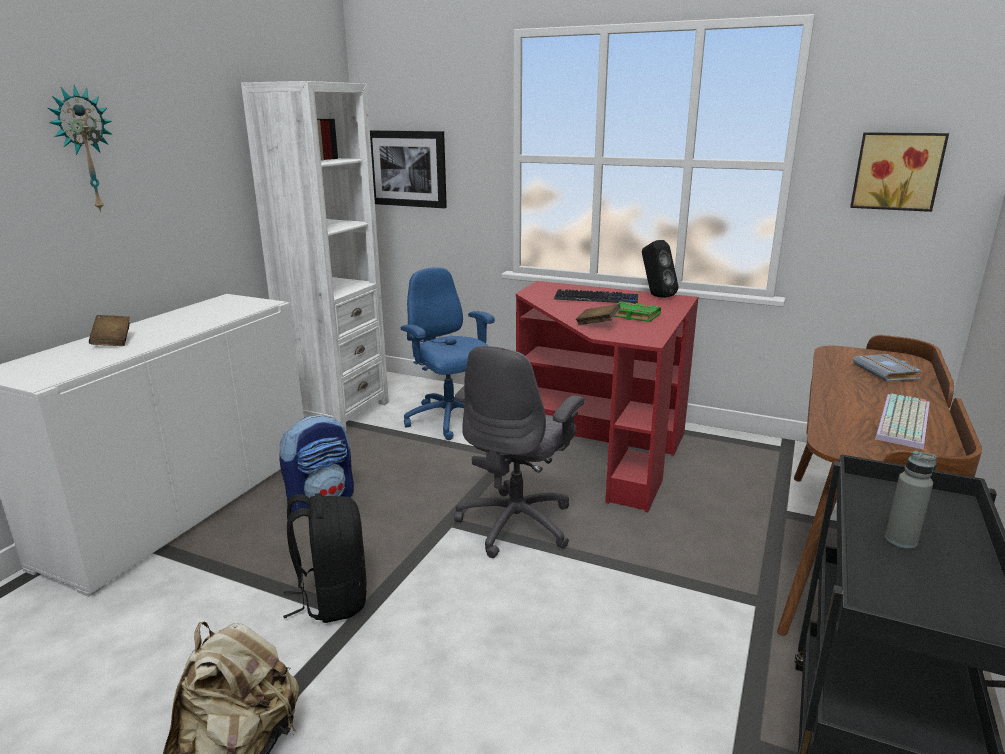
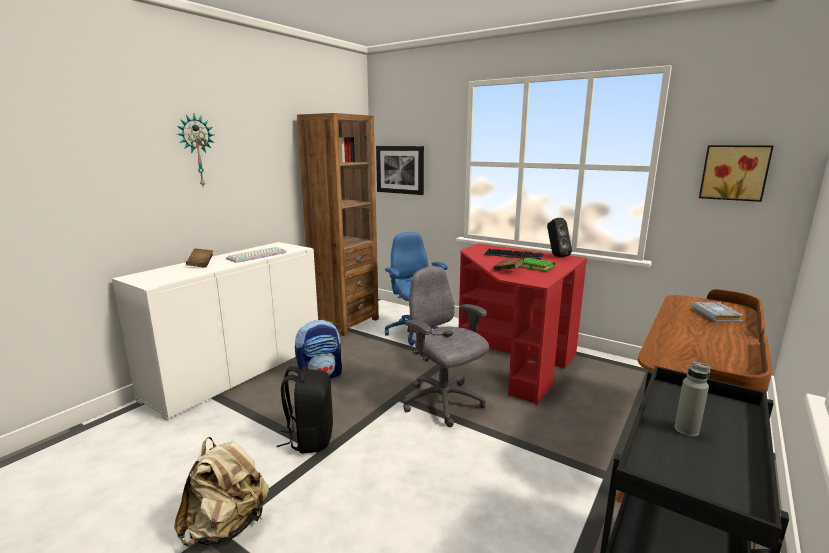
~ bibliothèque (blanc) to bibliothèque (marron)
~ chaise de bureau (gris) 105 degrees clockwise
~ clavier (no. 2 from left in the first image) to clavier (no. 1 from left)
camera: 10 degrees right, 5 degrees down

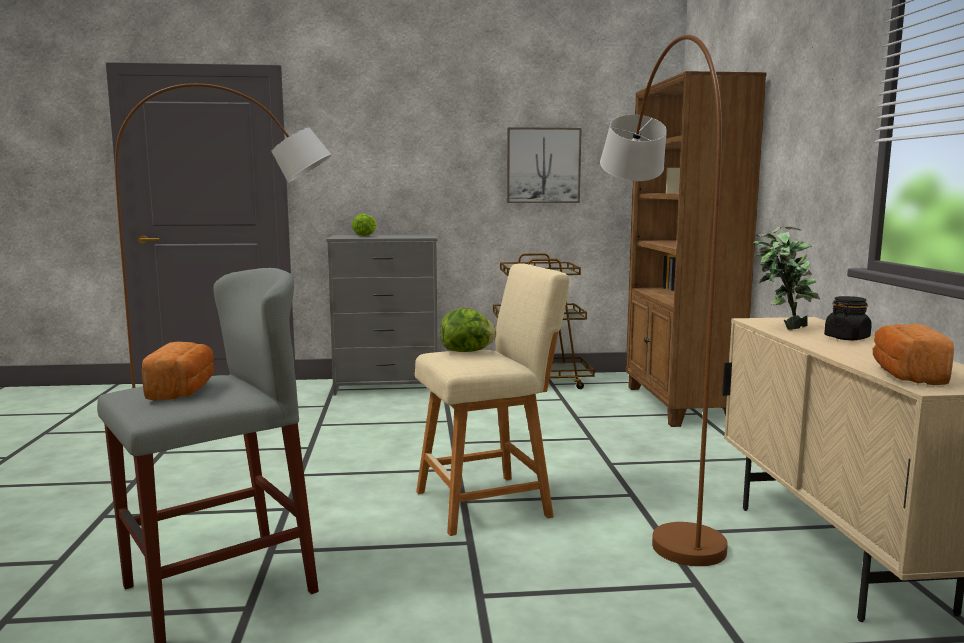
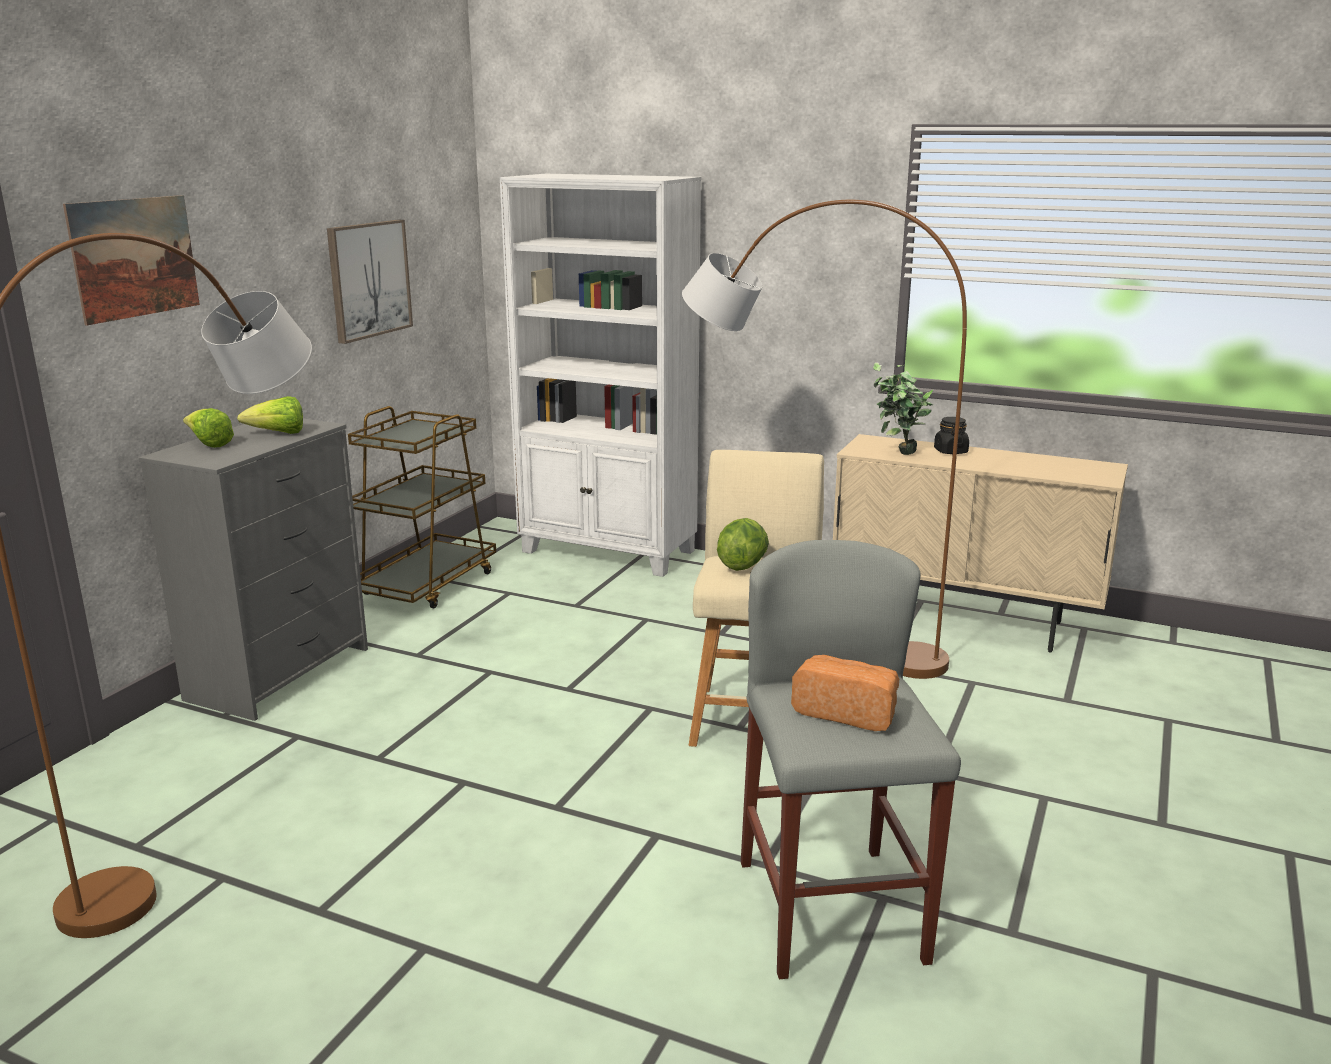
~ bibliothèque (marron) to bibliothèque (blanc)
- pain (no. 2 from left)
+ tableau (no. 1 from left)
+ laitue (no. 2 from left)
camera: 60 degrees left, 10 degrees up

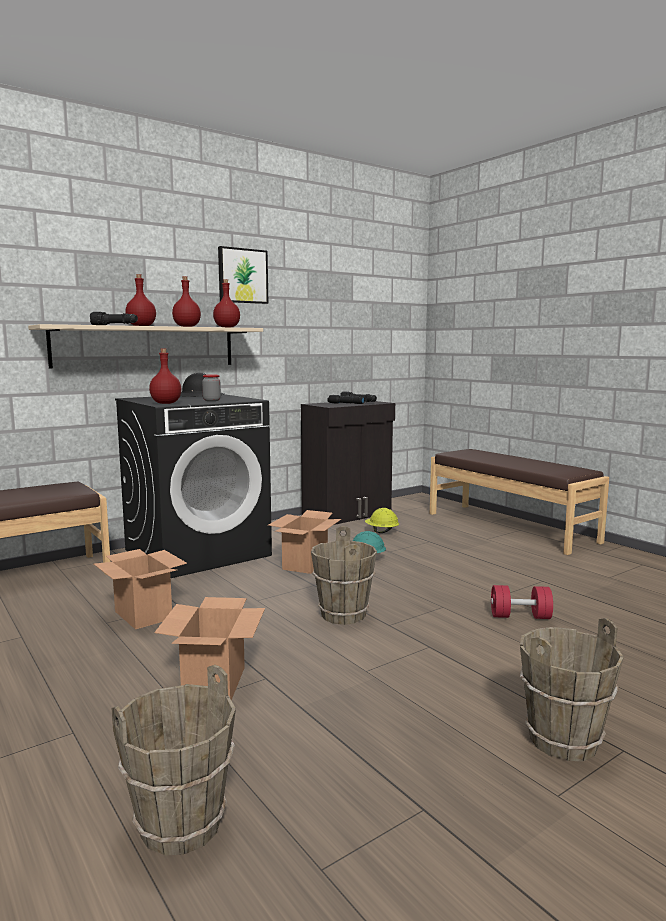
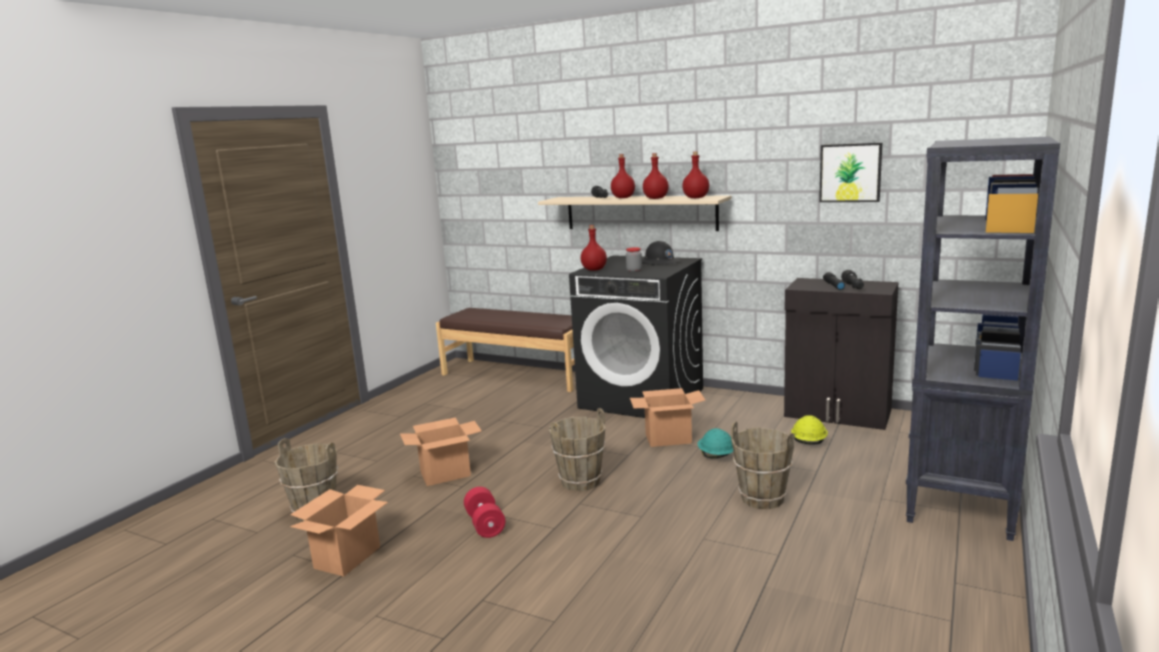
~ carton (no. 1 from left)
~ tableau
~ banc (marron) (no. 2 from left) to bibliothèque (noir)
~ haltère (rouge)
~ seau (marron) (no. 3 from left)
camera: 65 degrees right, 5 degrees up

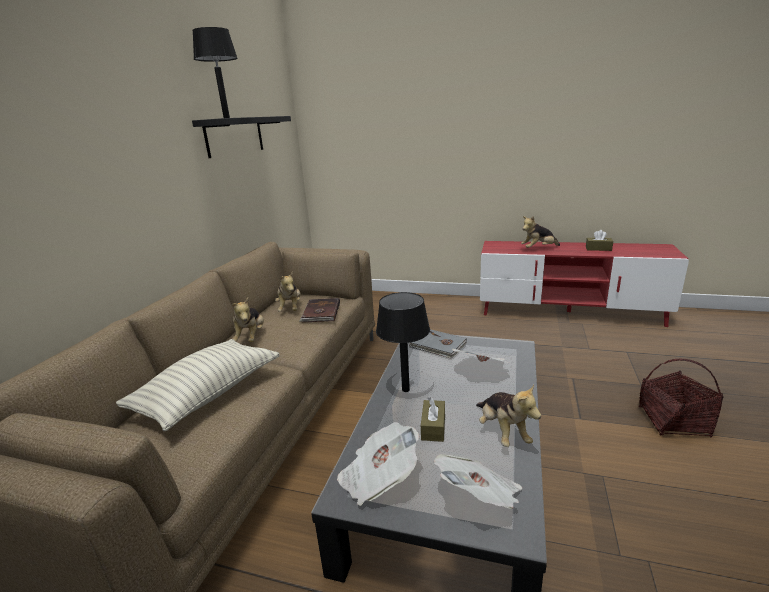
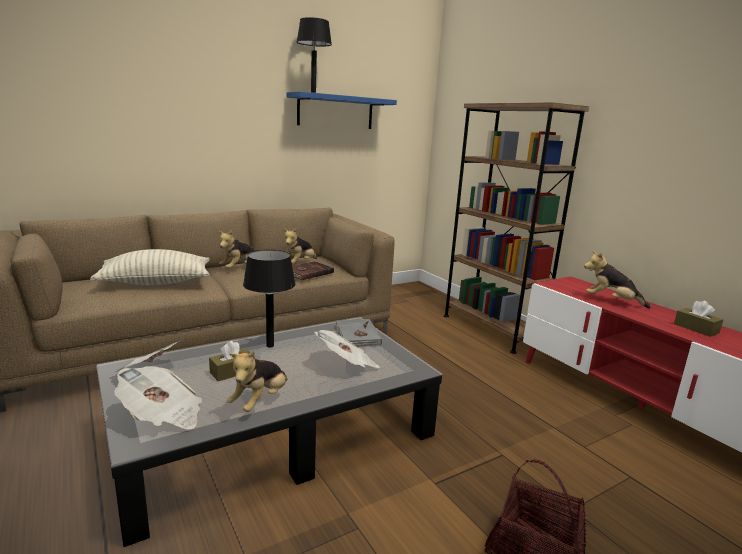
~ étagère (noir) to étagère (bleu)
+ bibliothèque (marron)
camera: 40 degrees right, 5 degrees down

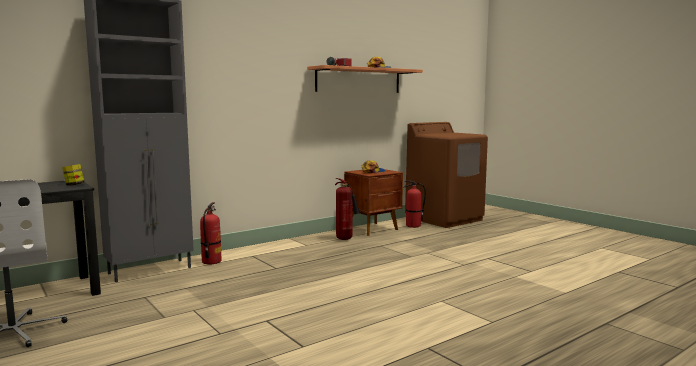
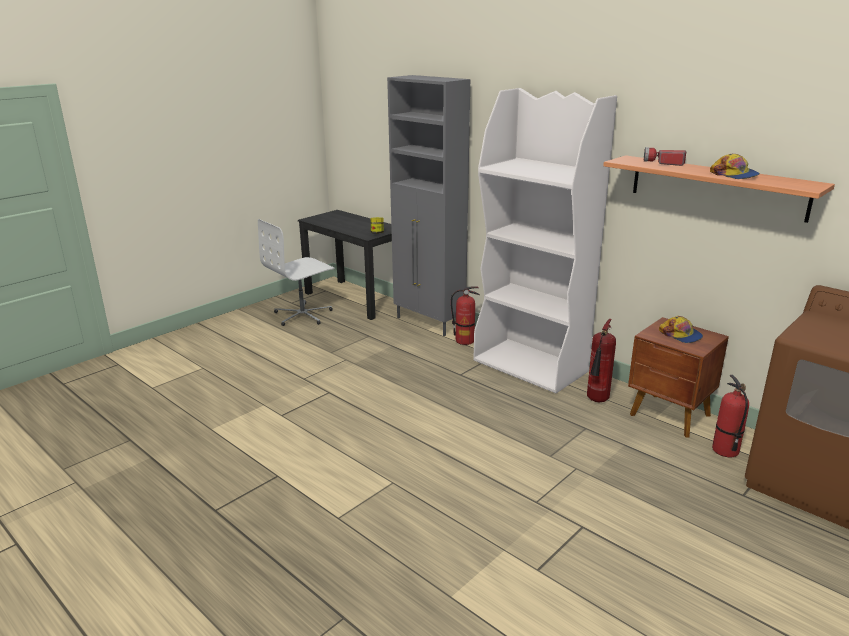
+ bibliothèque (blanc)
camera: 80 degrees right, 15 degrees up

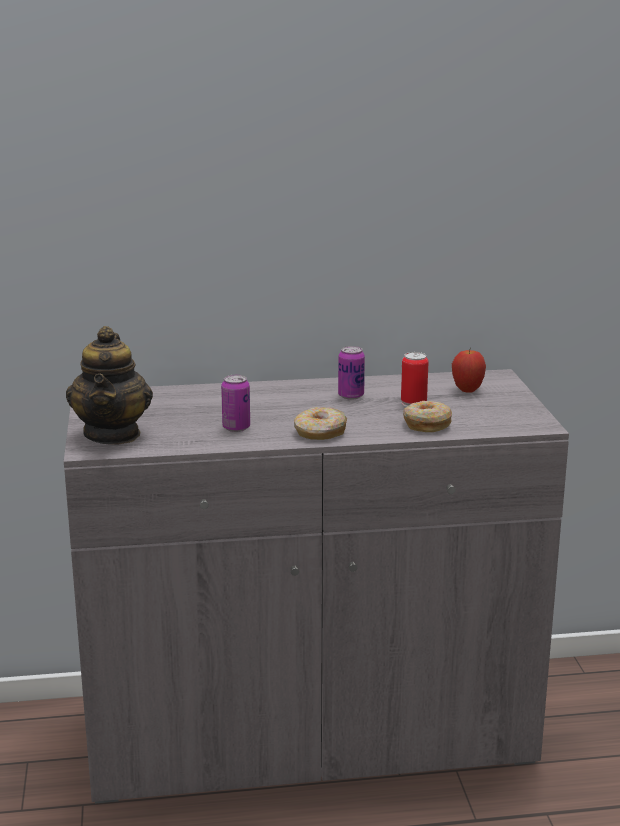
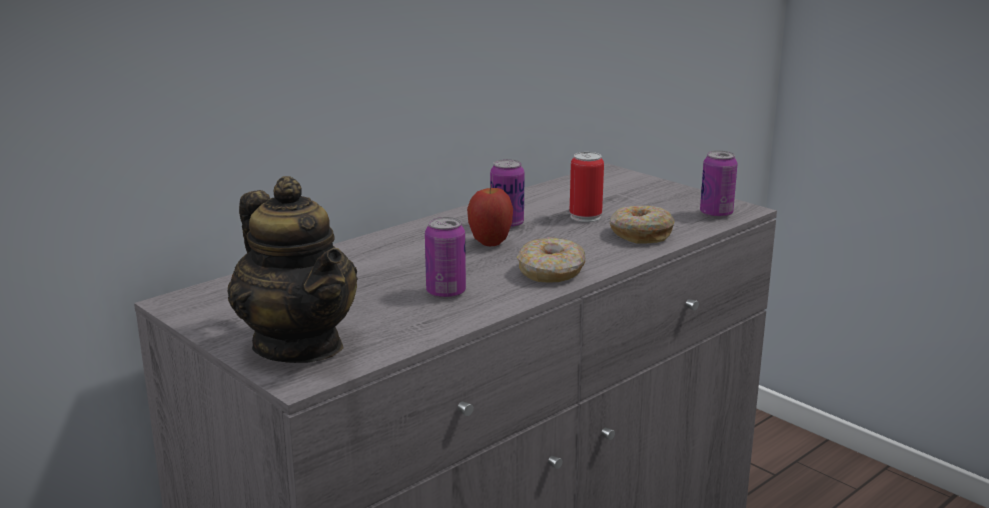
~ pomme
+ boîte métallique (no. 4 from left)
camera: 35 degrees left, 0 degrees up

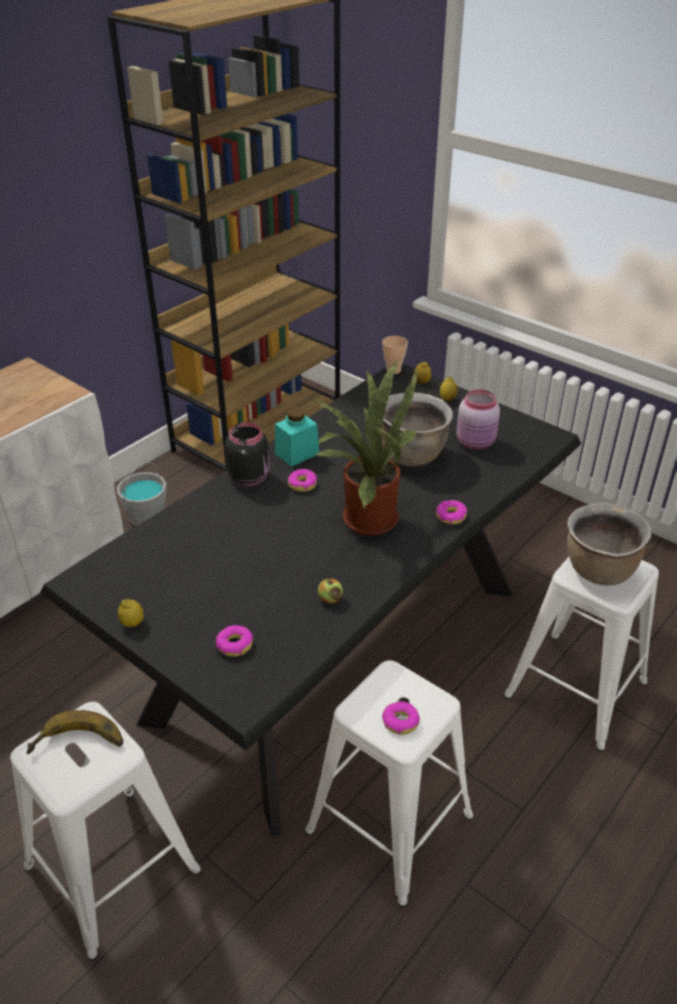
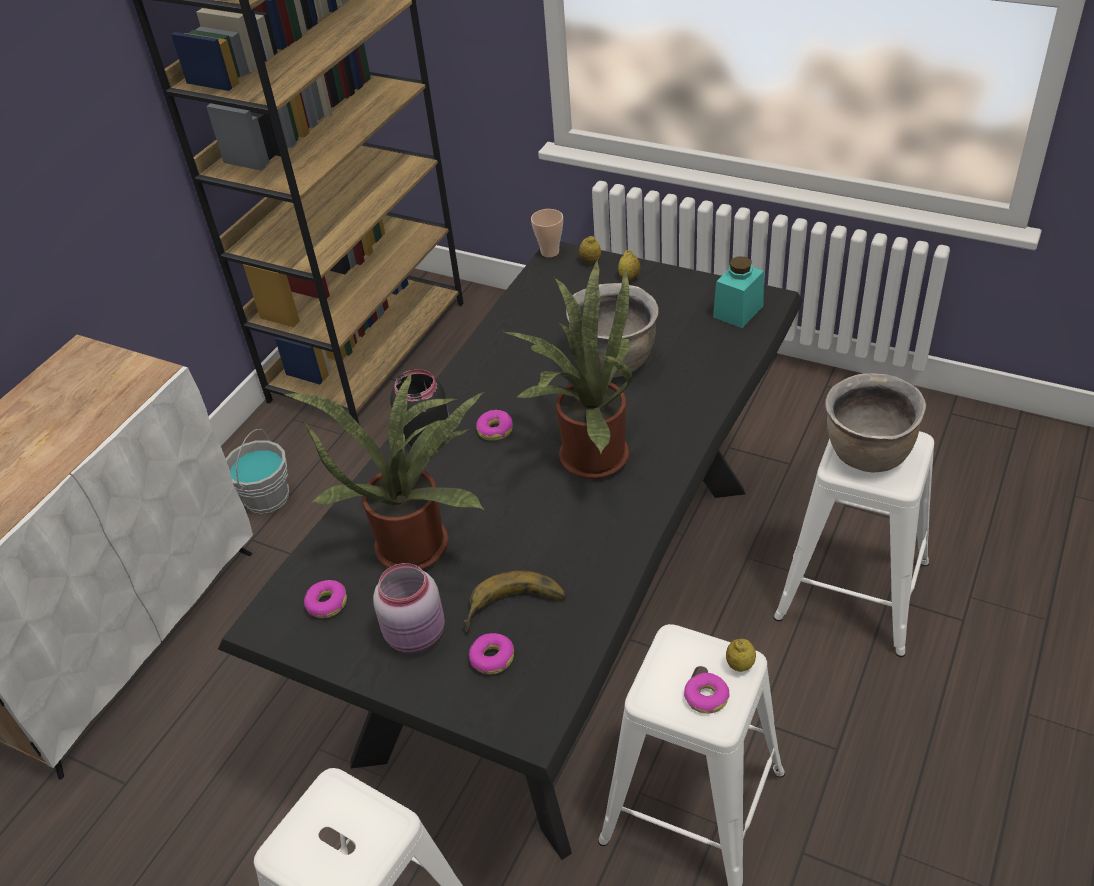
~ banane
~ citron (no. 1 from left in the first image) to citron (no. 3 from left)
~ bocal (turquoise)
- pomme
~ beignet (no. 4 from left in the first image) to beignet (no. 1 from left)
~ bocal (rose)
+ plante en pot (no. 1 from left)
camera: 10 degrees left, 5 degrees up

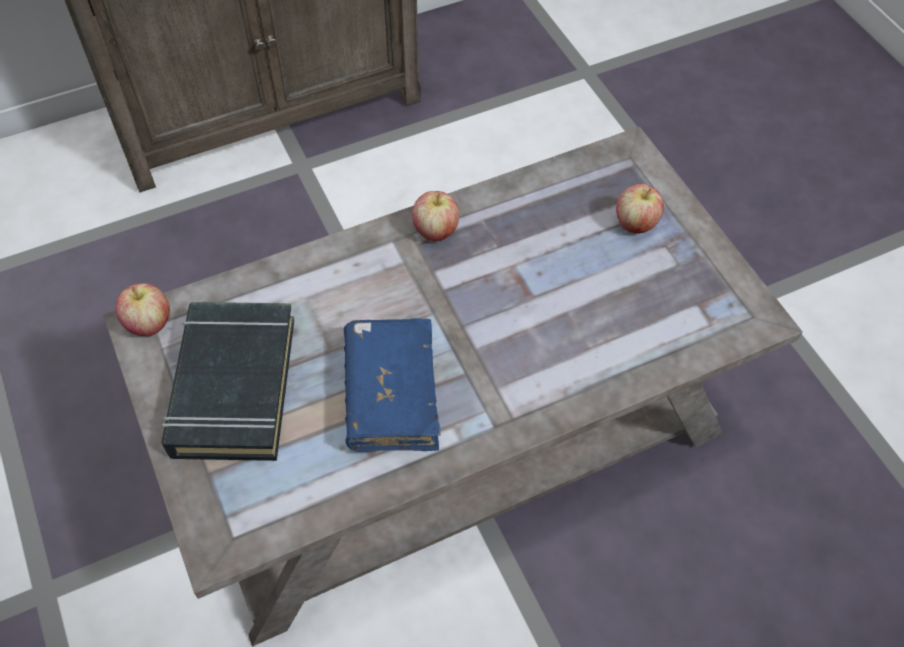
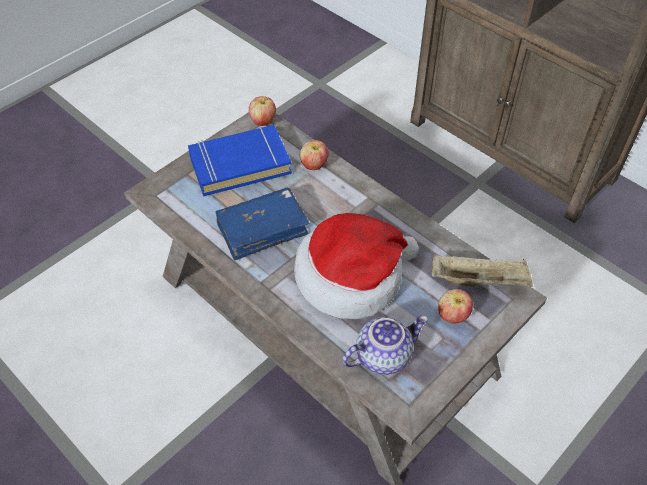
~ livre (noir) to livre (bleu) (no. 1 from left)
~ pomme (no. 2 from left)
+ chapeau
+ théière
+ plateau (beige)
camera: 70 degrees right, 5 degrees down

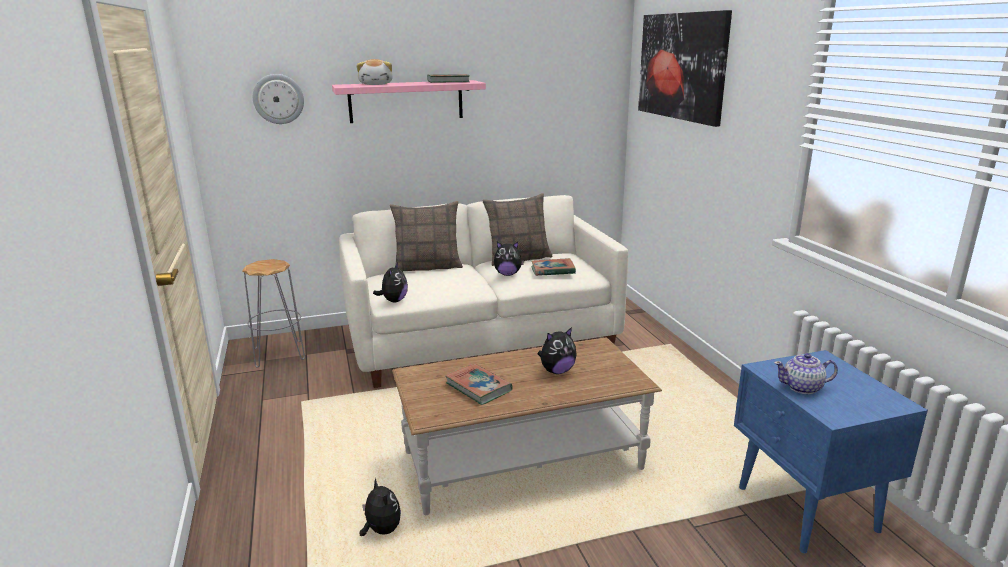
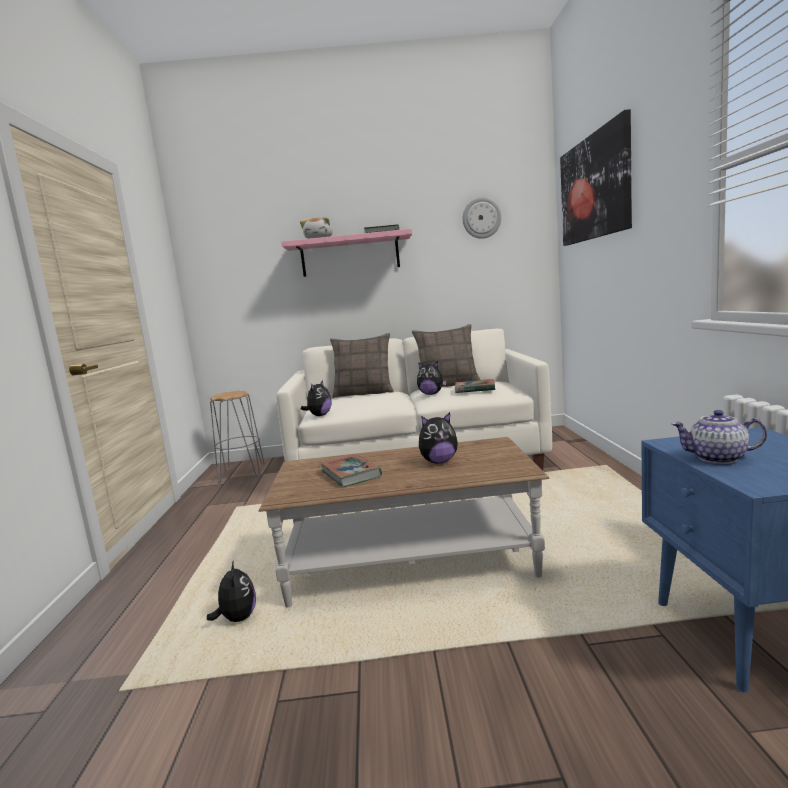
~ horloge murale
camera: 15 degrees right, 10 degrees down

